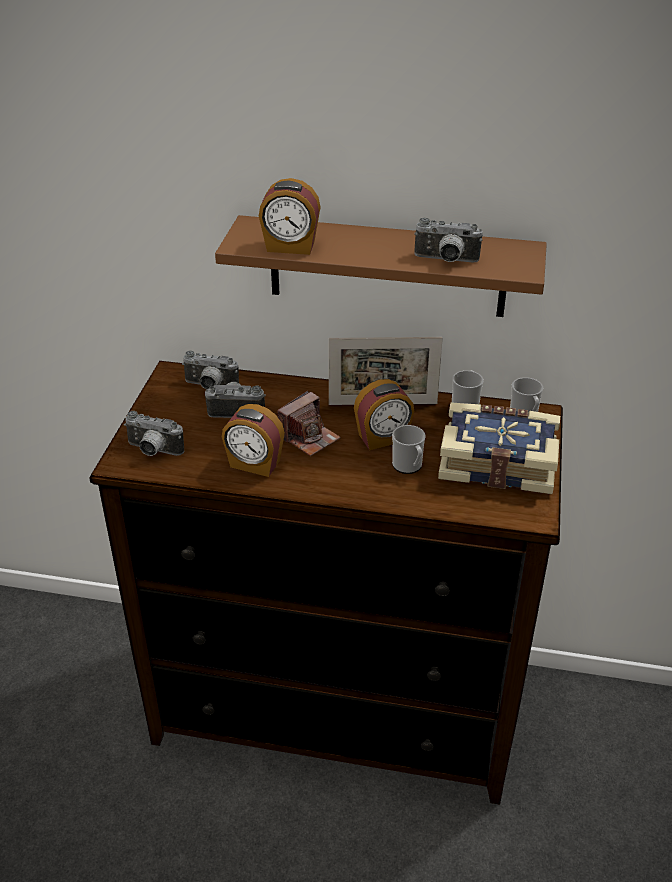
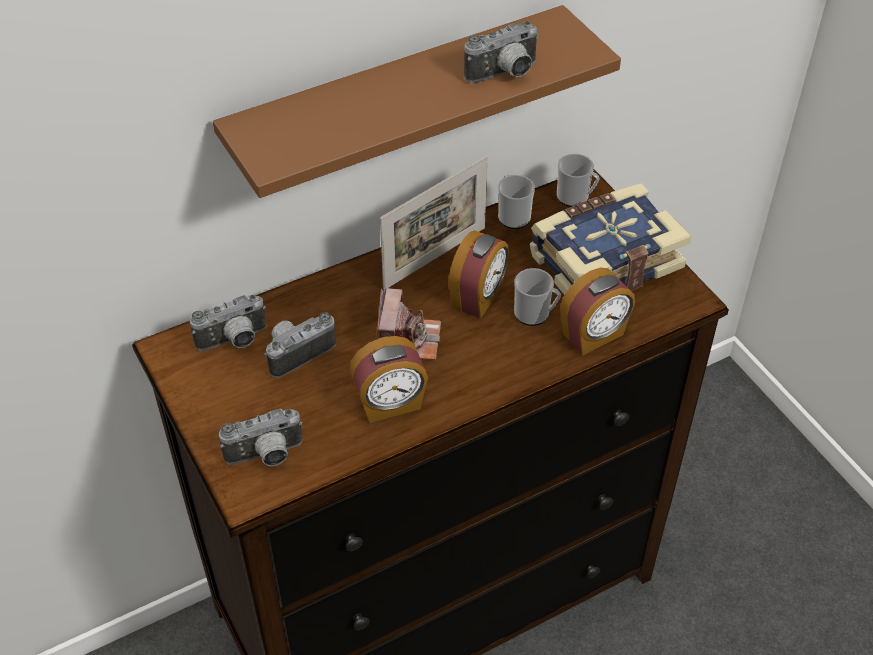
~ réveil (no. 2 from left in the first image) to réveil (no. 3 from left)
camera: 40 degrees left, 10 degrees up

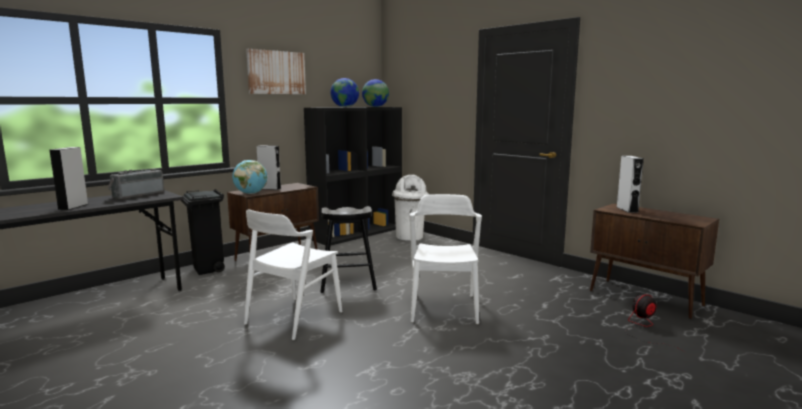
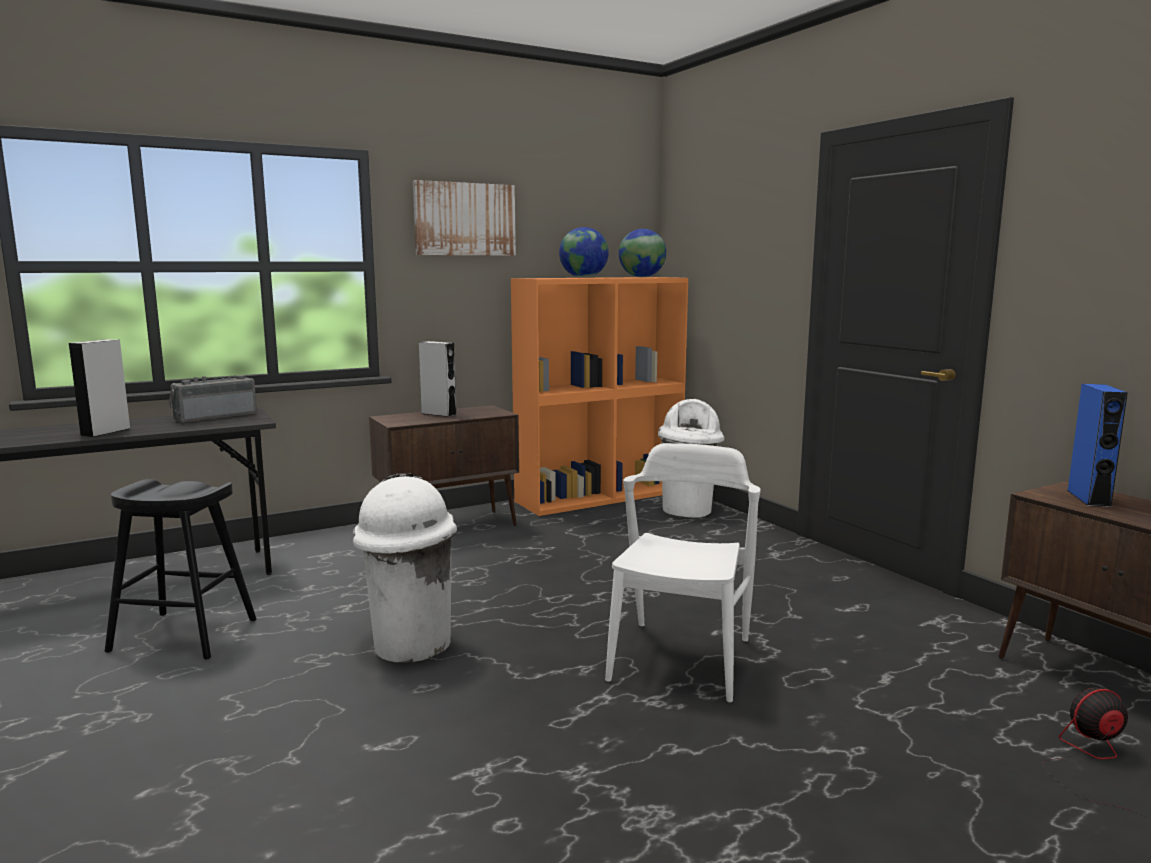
- poubelle (noir)
- globe (no. 1 from left)
~ chaise (blanc) (no. 1 from left) to poubelle (blanc) (no. 1 from left)
~ bibliothèque (noir) to bibliothèque (orange)
~ tabouret (noir)
~ enceinte (gris) (no. 3 from left) to enceinte (bleu)
camera: 15 degrees right, 0 degrees up

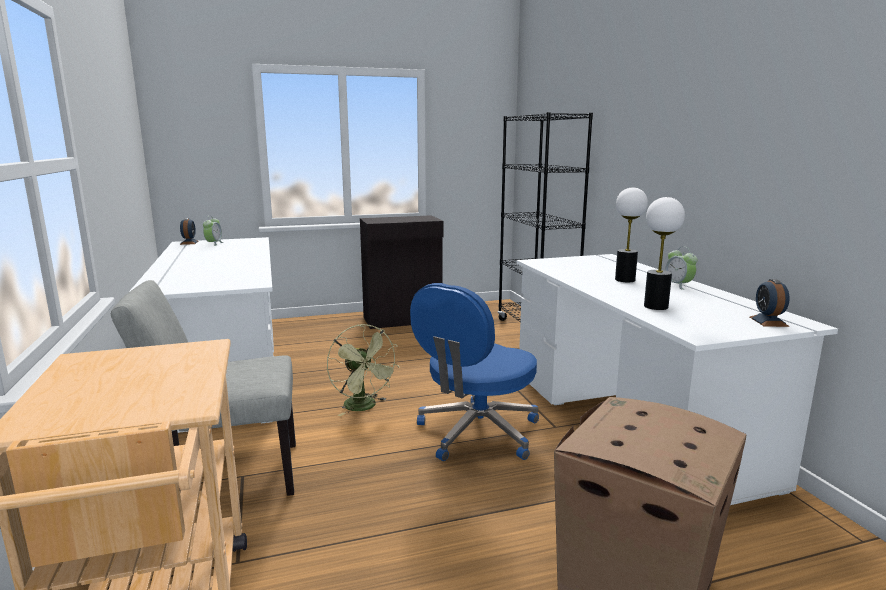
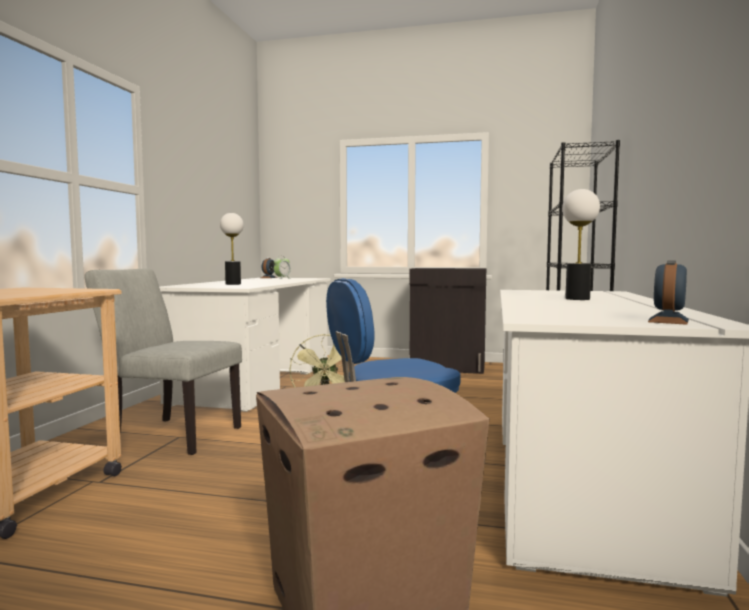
~ lampe de table (no. 2 from left in the first image) to lampe de table (no. 1 from left)
- réveil (no. 3 from left)
camera: 30 degrees right, 10 degrees down

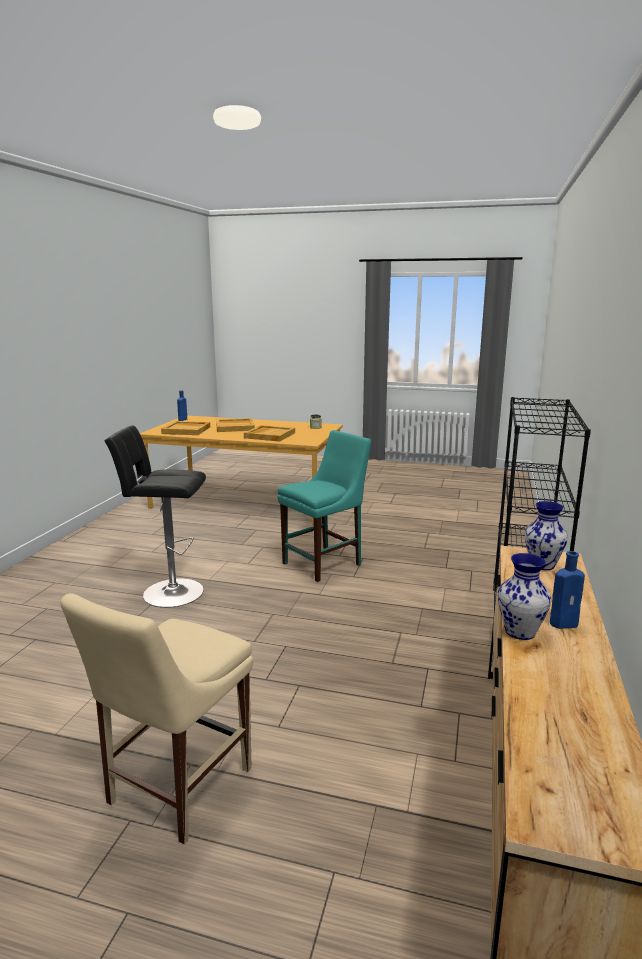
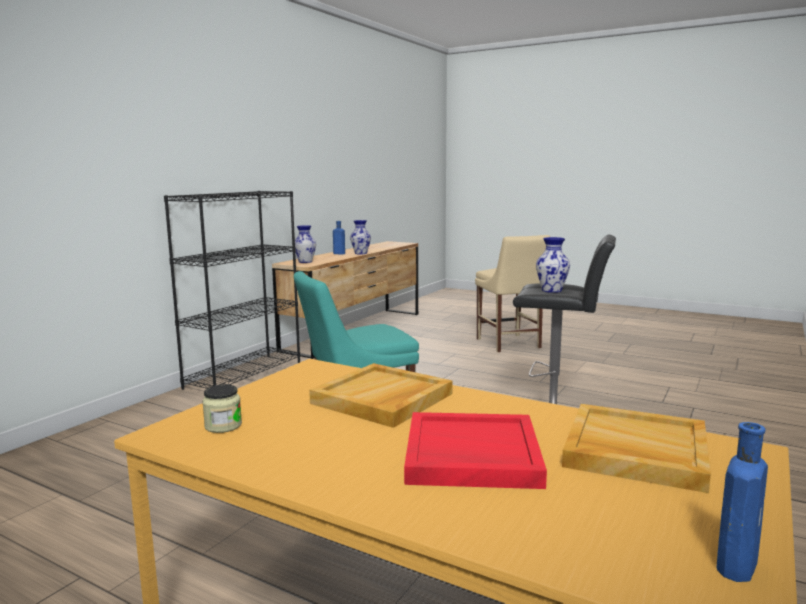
~ chaise (beige) 120 degrees clockwise
~ plateau (beige) (no. 2 from left) to plateau (rouge)
+ vase (no. 3 from left)
camera: 165 degrees left, 5 degrees down

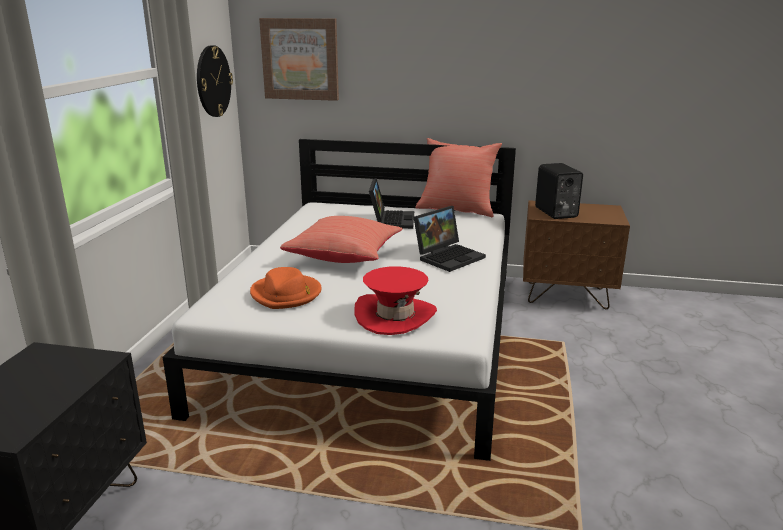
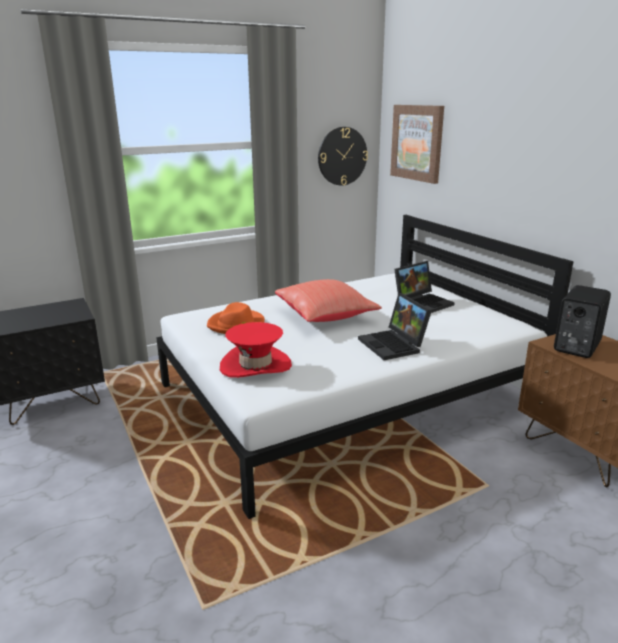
~ ordinateur portable (no. 2 from left in the first image) 60 degrees clockwise
- coussin (rouge) (no. 2 from left)
camera: 50 degrees right, 0 degrees up

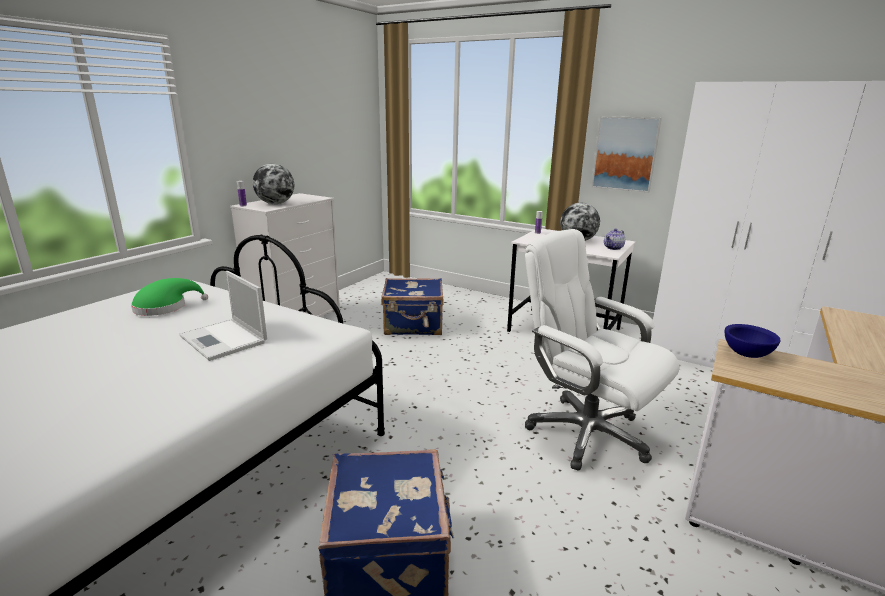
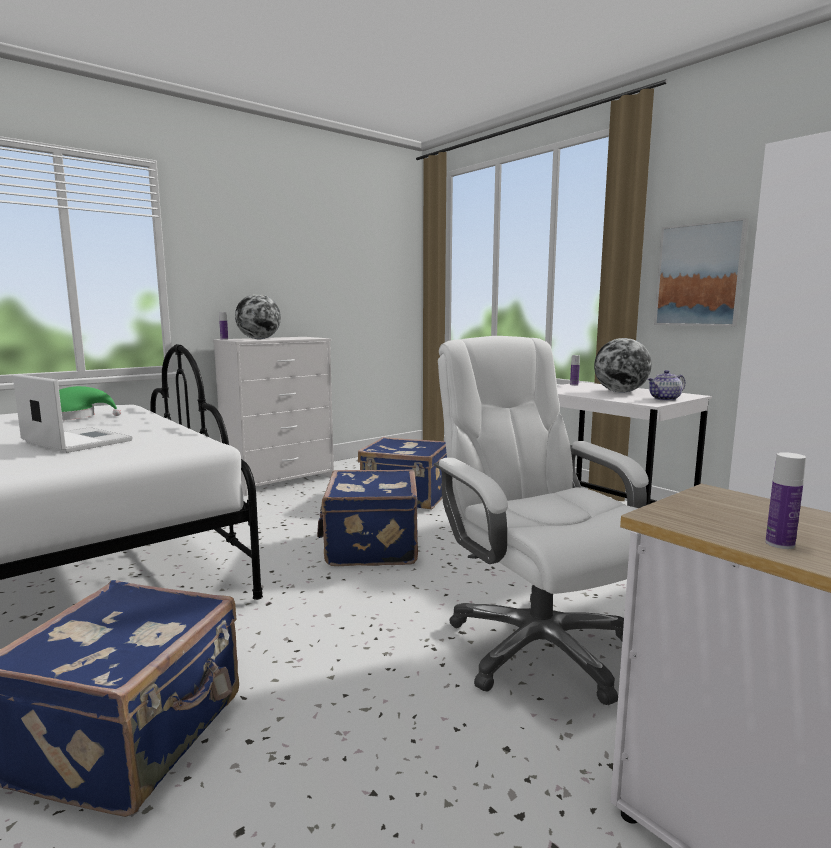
~ ordinateur portable 150 degrees clockwise
- bol (bleu)
+ valise (bleu) (no. 2 from left)
+ bouteille (no. 3 from left)
camera: 20 degrees right, 10 degrees down

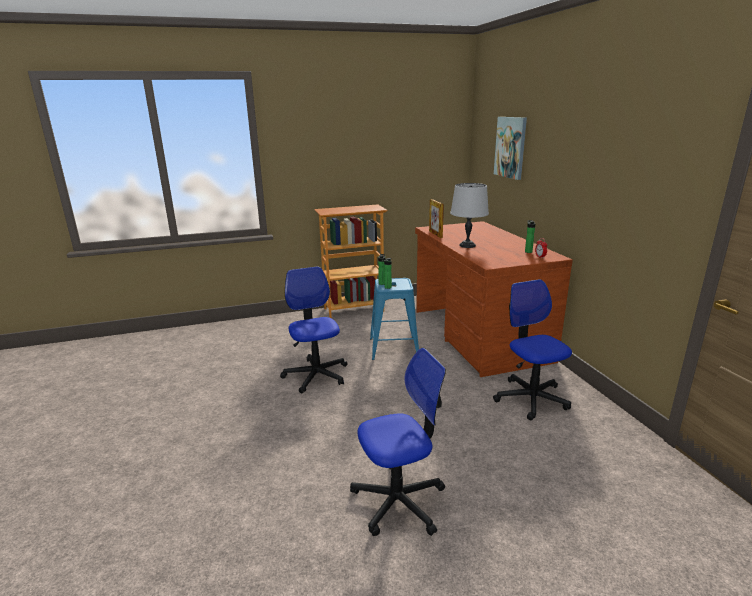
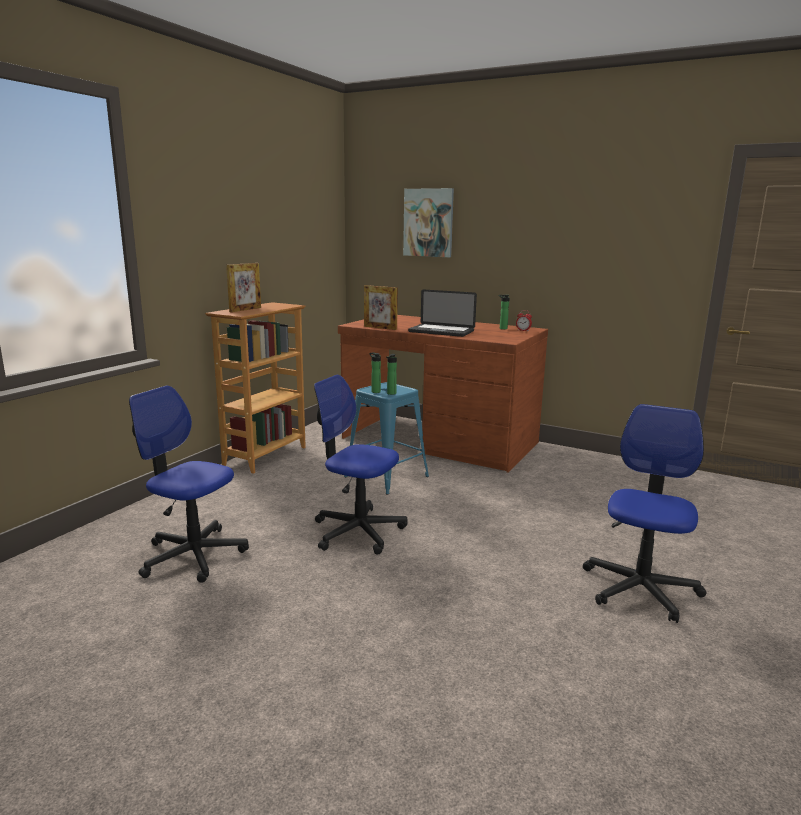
~ lampe de table (gris) to ordinateur portable
~ chaise de bureau (no. 3 from left in the first image) to chaise de bureau (no. 1 from left)
+ cadre photo (no. 1 from left)
camera: 45 degrees left, 5 degrees down

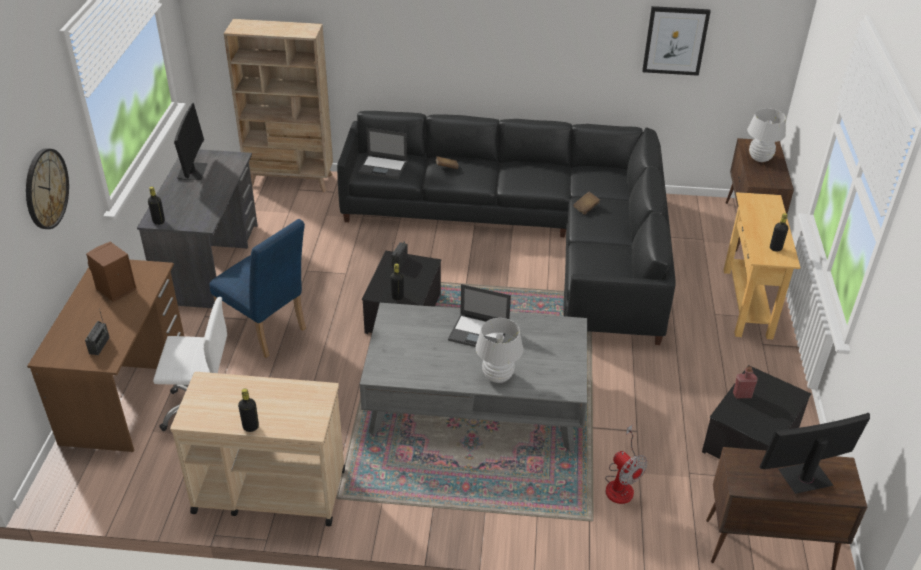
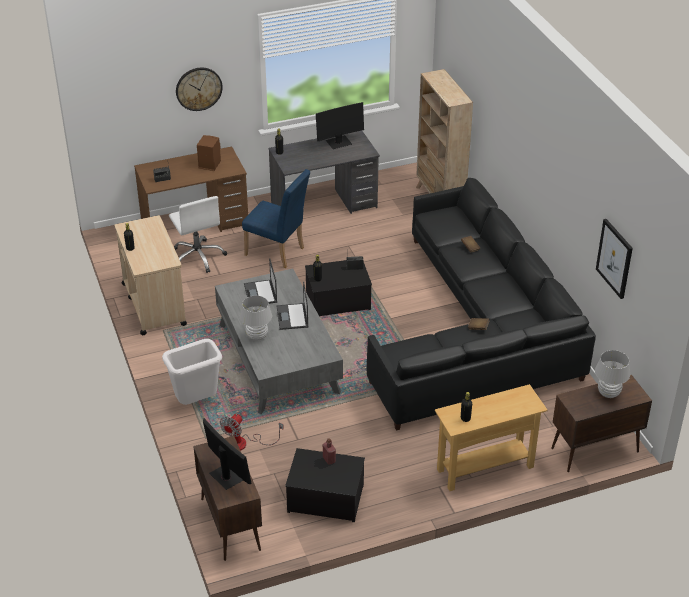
~ chaise (bleu) 75 degrees counterclockwise
~ ordinateur portable (no. 1 from left)
+ poubelle (blanc)
camera: 65 degrees right, 0 degrees up

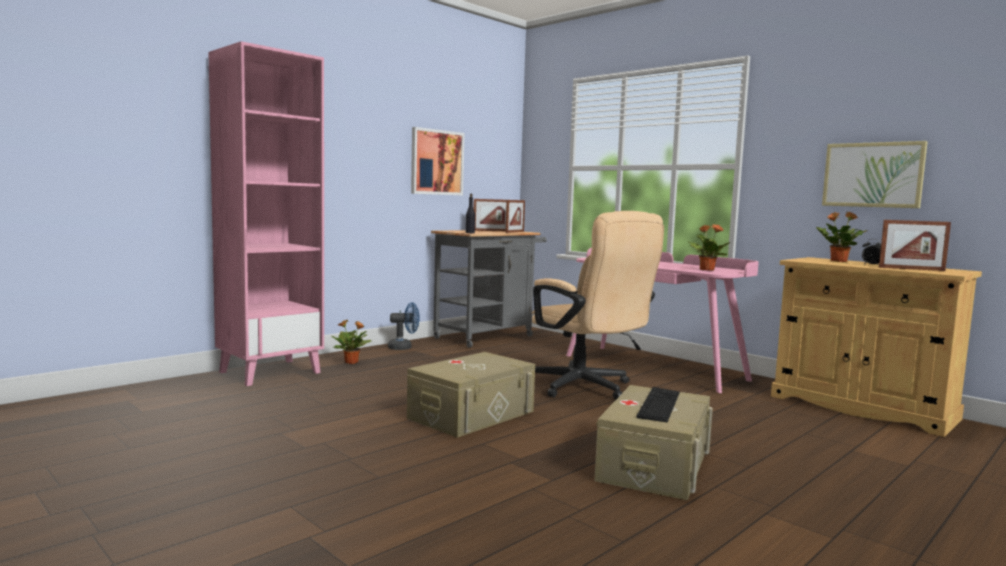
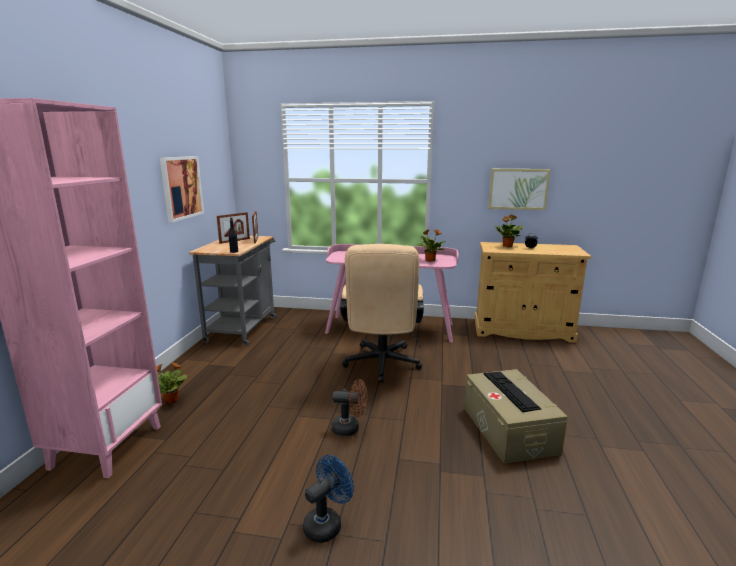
~ ventilateur (bleu)
~ boîte de rangement (beige) (no. 1 from left) to ventilateur (marron)
~ chaise de bureau (beige) 75 degrees clockwise
- cadre photo (no. 3 from left)
camera: 35 degrees left, 10 degrees up

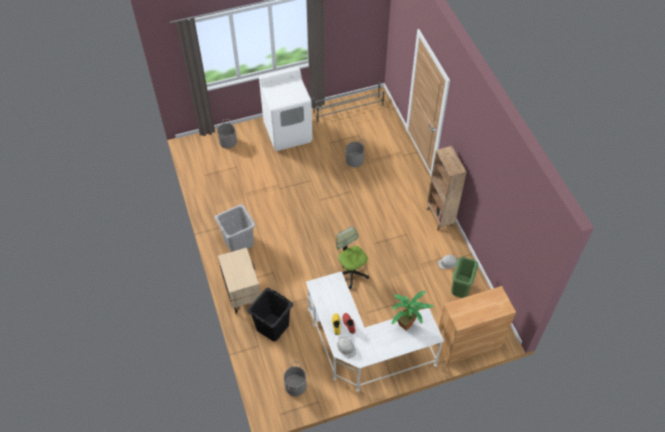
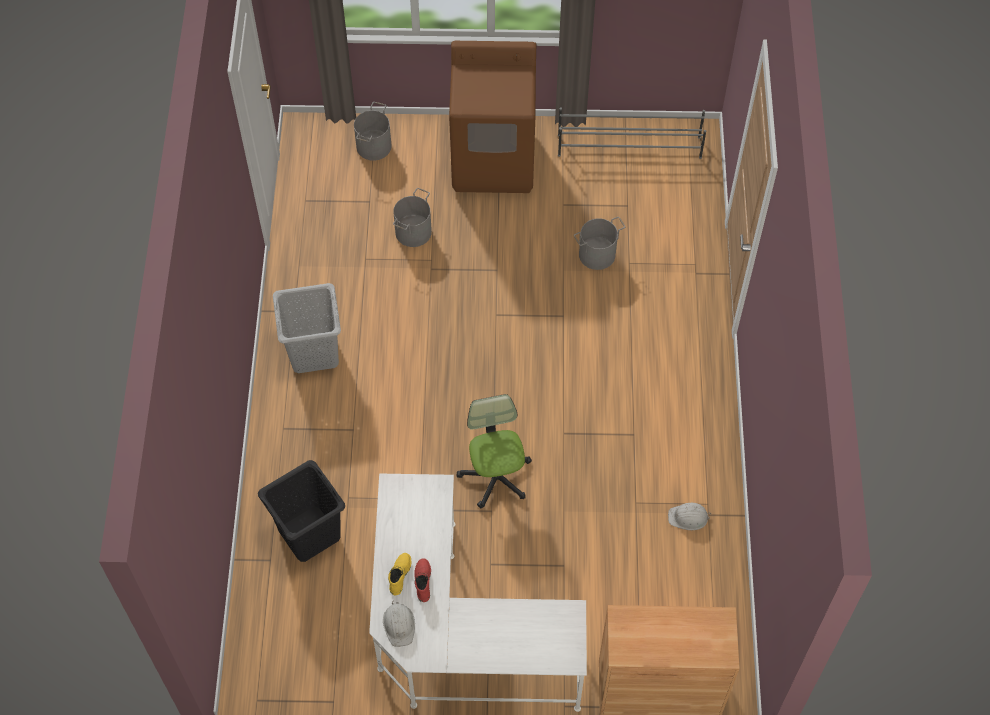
- table de chevet (beige)
~ lave-linge (blanc) to lave-linge (marron)
~ seau (gris) (no. 2 from left)
- plante en pot
- bibliothèque (marron)
- poubelle (vert)
camera: 20 degrees right, 5 degrees up

